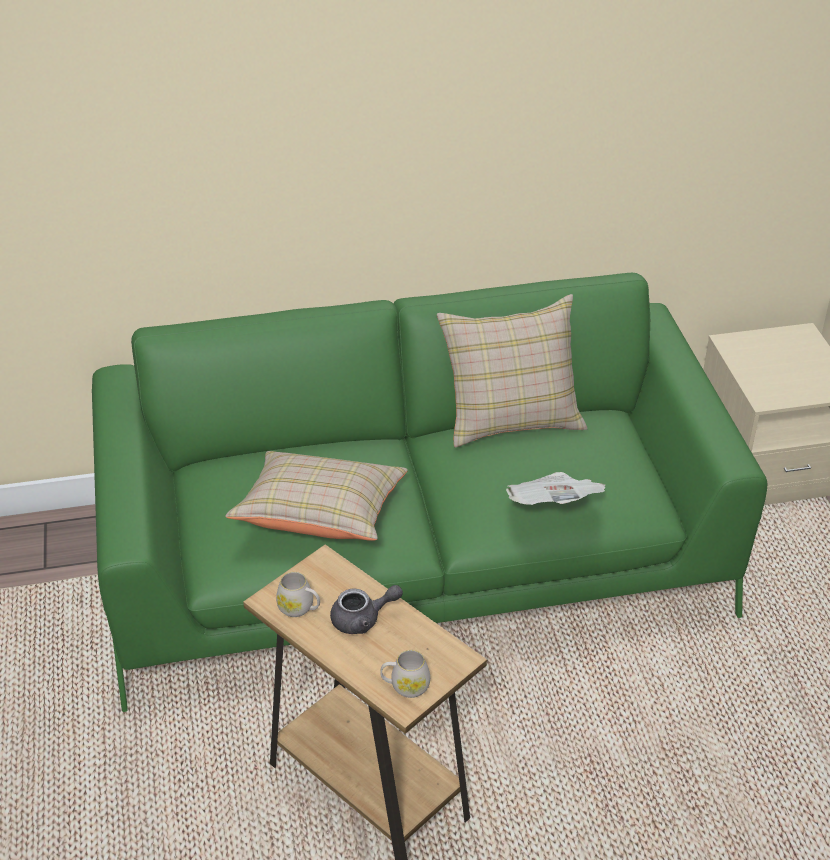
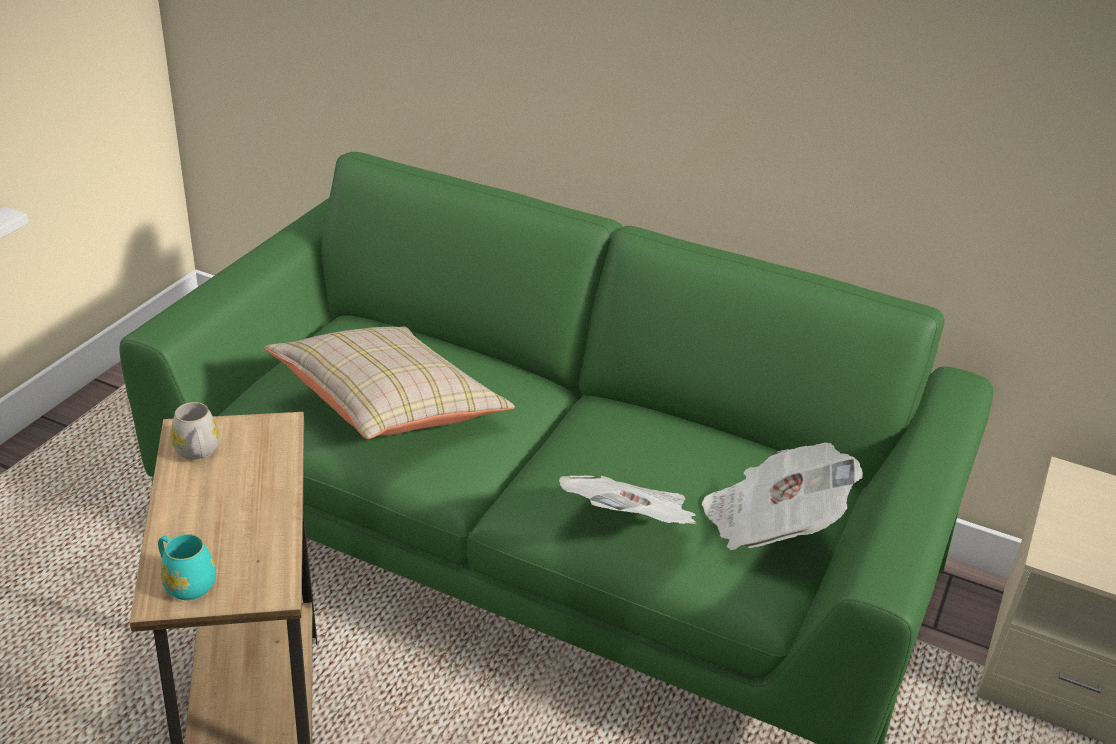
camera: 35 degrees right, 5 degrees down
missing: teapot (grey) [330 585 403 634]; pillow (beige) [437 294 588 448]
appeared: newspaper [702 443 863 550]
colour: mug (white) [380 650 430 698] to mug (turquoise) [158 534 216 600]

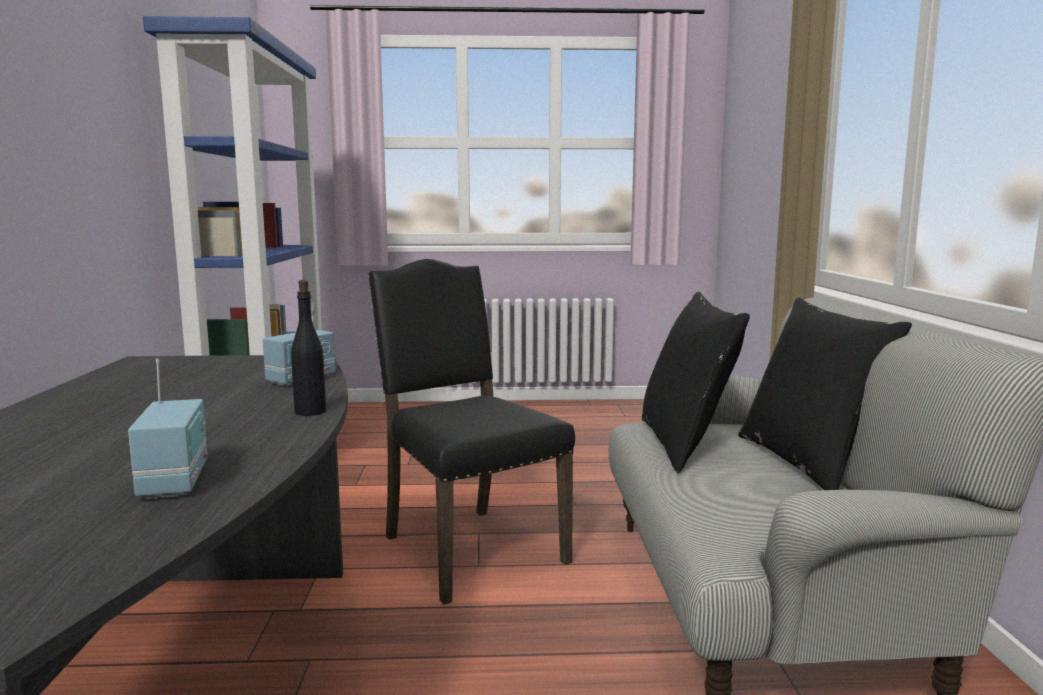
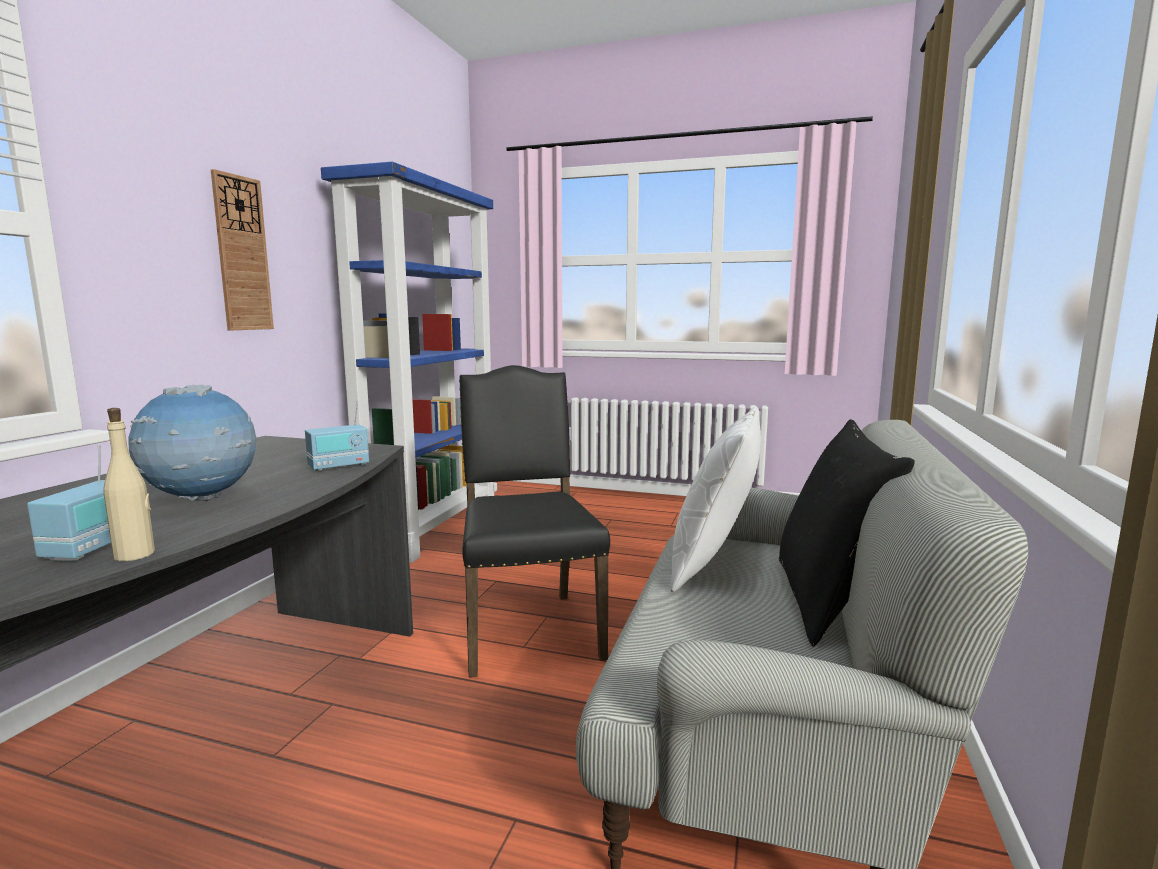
camera: 20 degrees right, 0 degrees up
missing: bottle (black) [291 280 326 416]
appeared: bottle (beige) [103 408 155 561]; globe [128 385 256 501]; wall clock [211 169 274 330]
colour: pillow (black) [642 292 750 473] to pillow (white) [670 407 761 592]

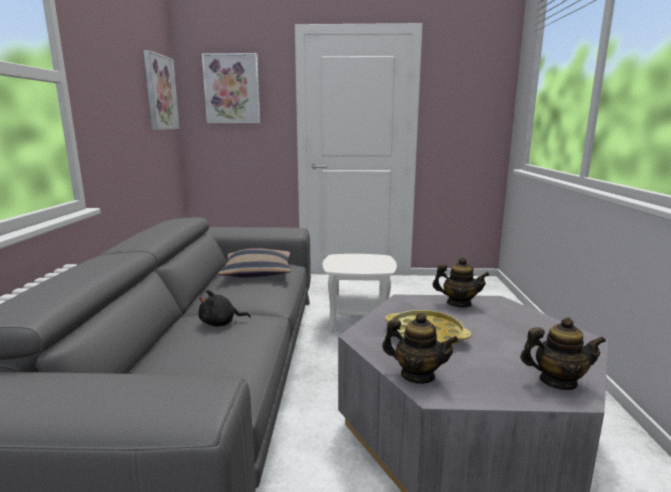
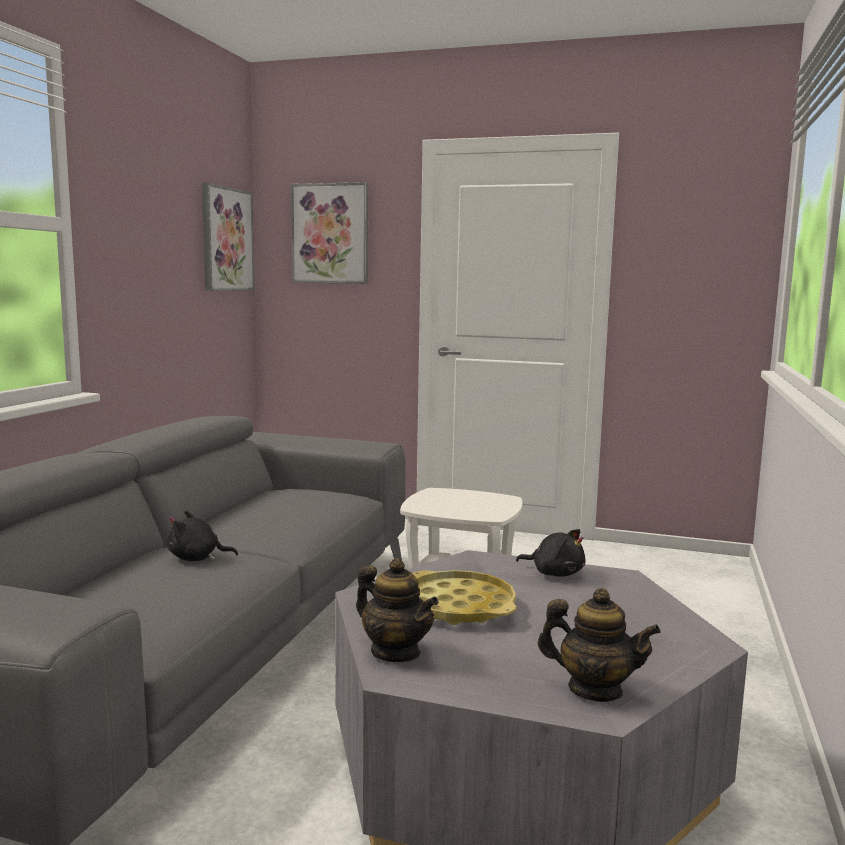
camera: 15 degrees right, 5 degrees down
missing: pillow [218 248 291 278]
exchanged: teapot [432 257 490 307] to plush toy (black) [516 529 585 577]

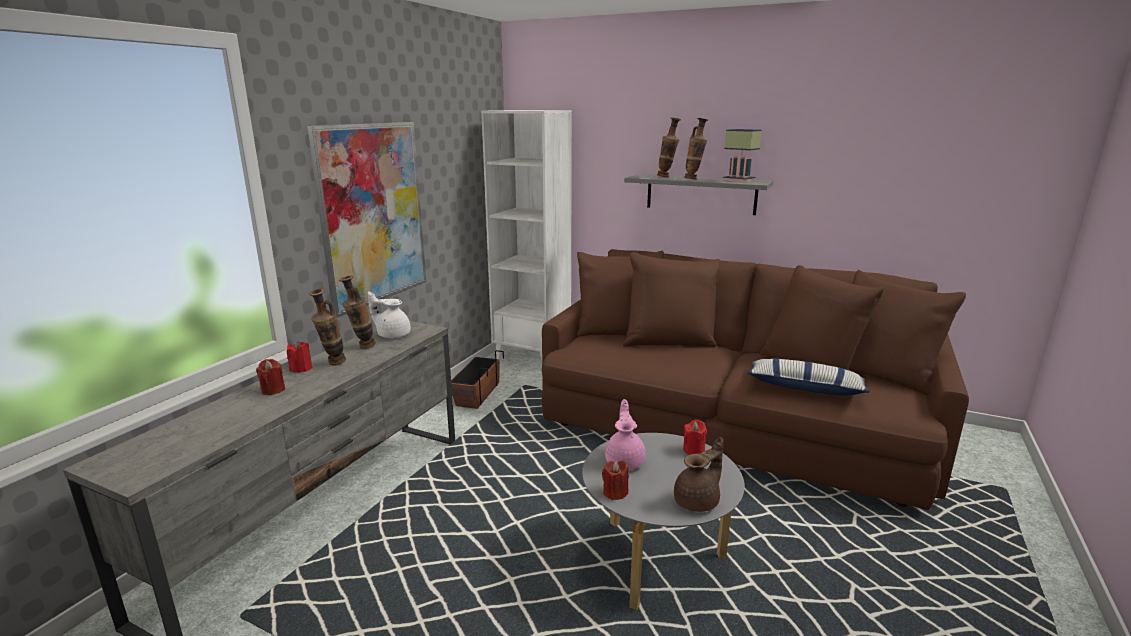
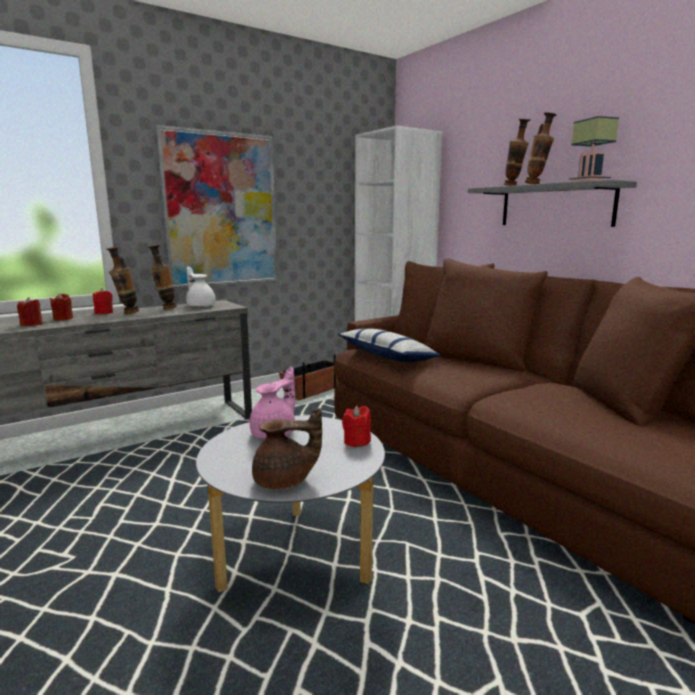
camera: 30 degrees right, 5 degrees down
relocated: candle (red) [602 460 629 500] to [17 297 43 326]; pillow [747 359 870 395] to [337 328 441 362]

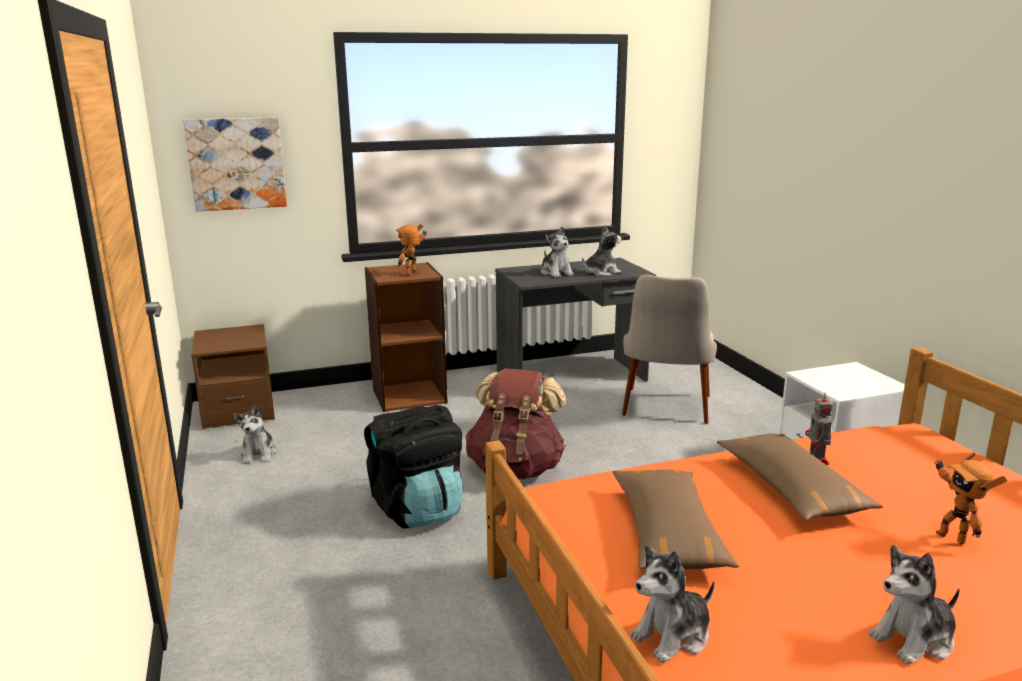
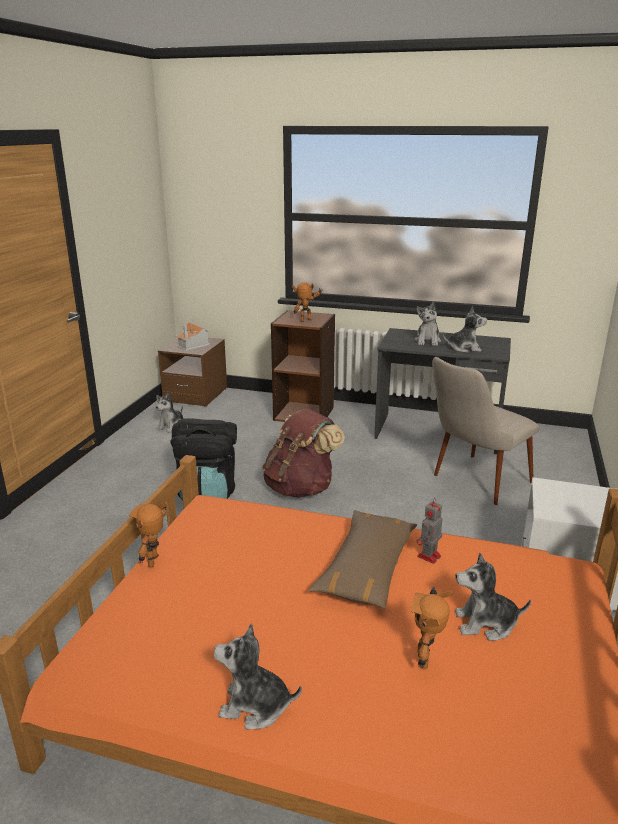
camera: 35 degrees right, 5 degrees up
missing: picture [183 117 287 212]; pillow (brown) [613 469 739 570]
appeared: toy robot [129 501 168 567]; toy house [176 322 211 351]
relocated: plush toy [630 545 715 663] to [455 553 531 641]

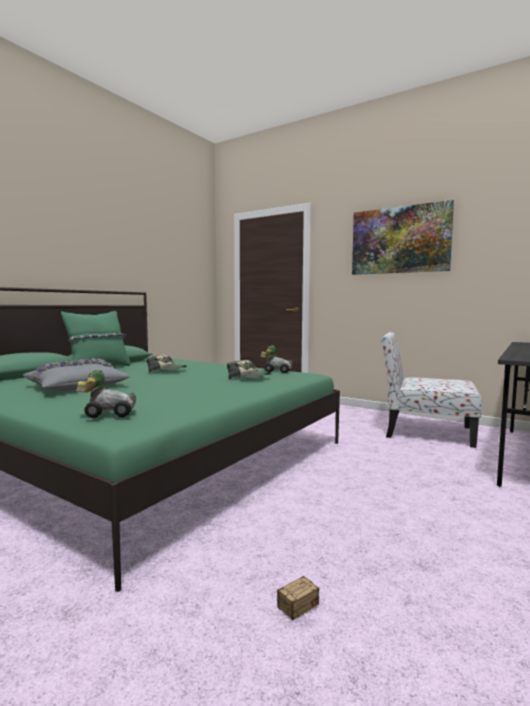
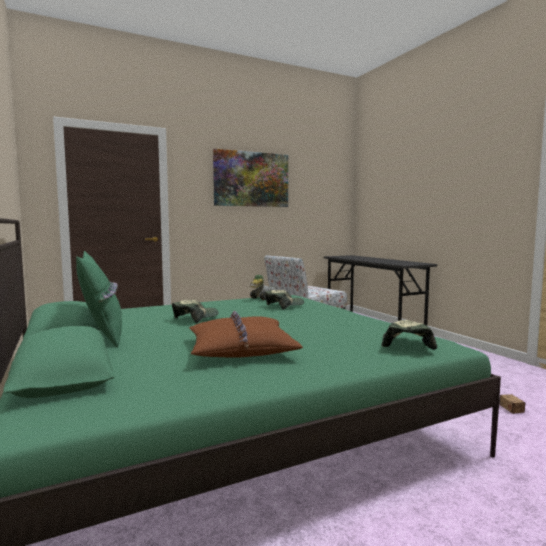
camera: 60 degrees left, 0 degrees up
exchanged: toy car [76 370 136 418] to cap [381 320 437 350]
colour: pillow (grey) [22 359 129 391] to pillow (brown) [189 311 303 358]

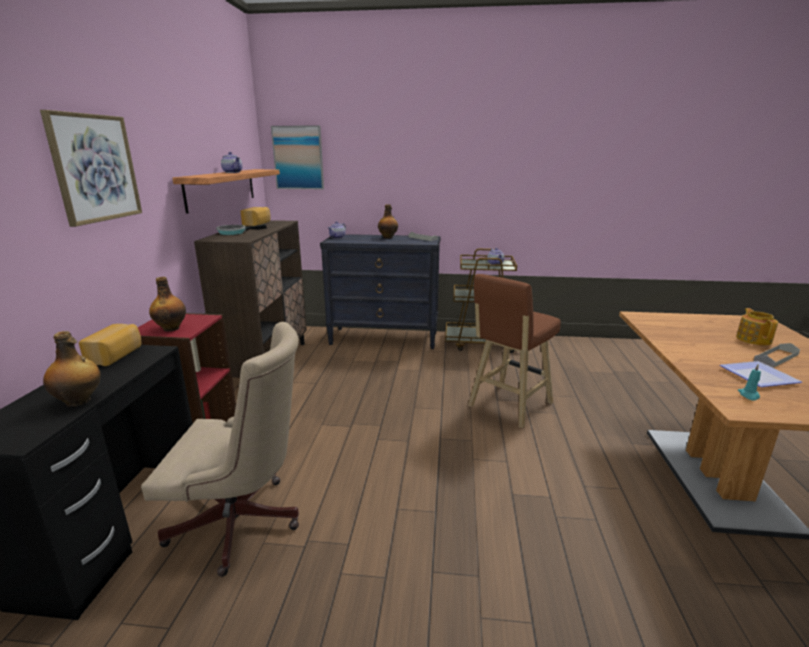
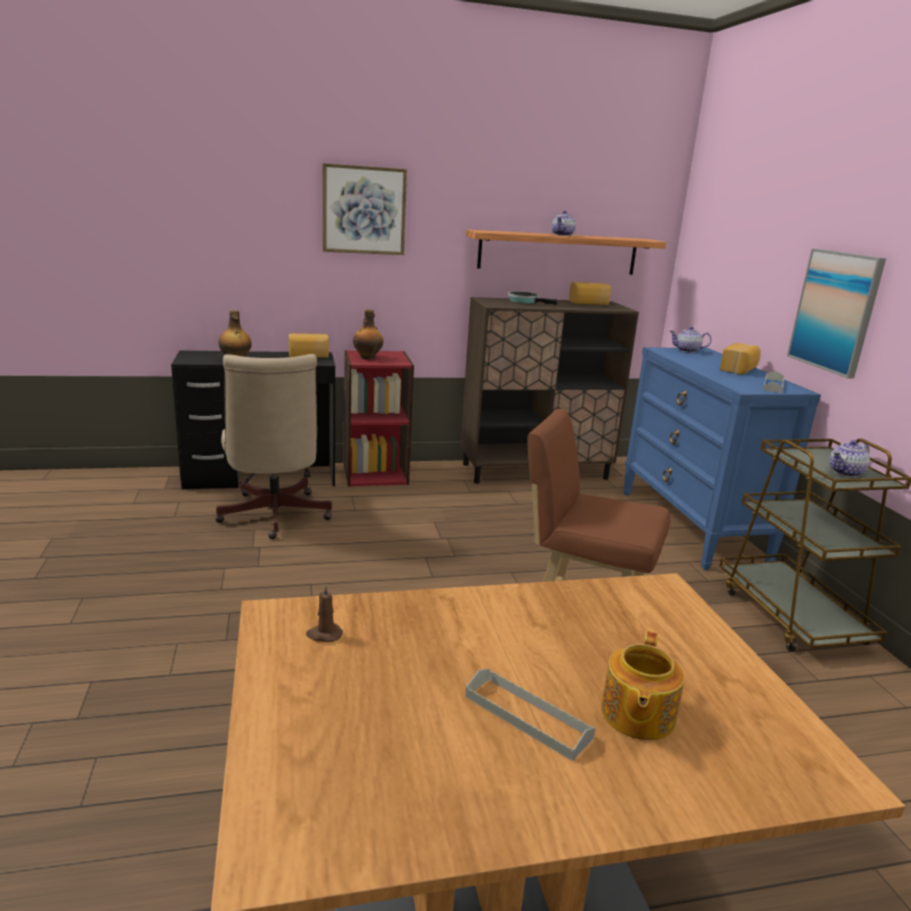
camera: 70 degrees right, 0 degrees up
missing: plate [720 361 802 387]
relocated: picture [271 125 324 189] to [787 249 886 378]
exchanged: bottle [378 204 398 239] to bread [720 343 761 374]
colour: candle (turquoise) [738 365 761 401] to candle (brown) [306 583 343 642]; dresser (black) [320 234 441 349] to dresser (blue) [623 347 821 570]
spun: teapot [736 308 778 345] = [601 631 684 740] 120 degrees clockwise

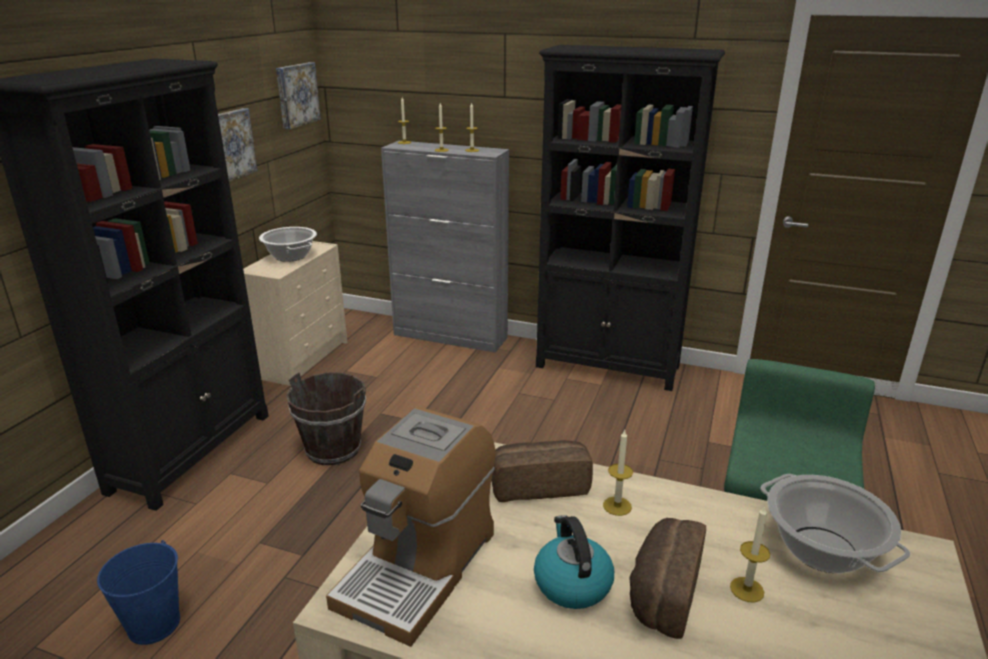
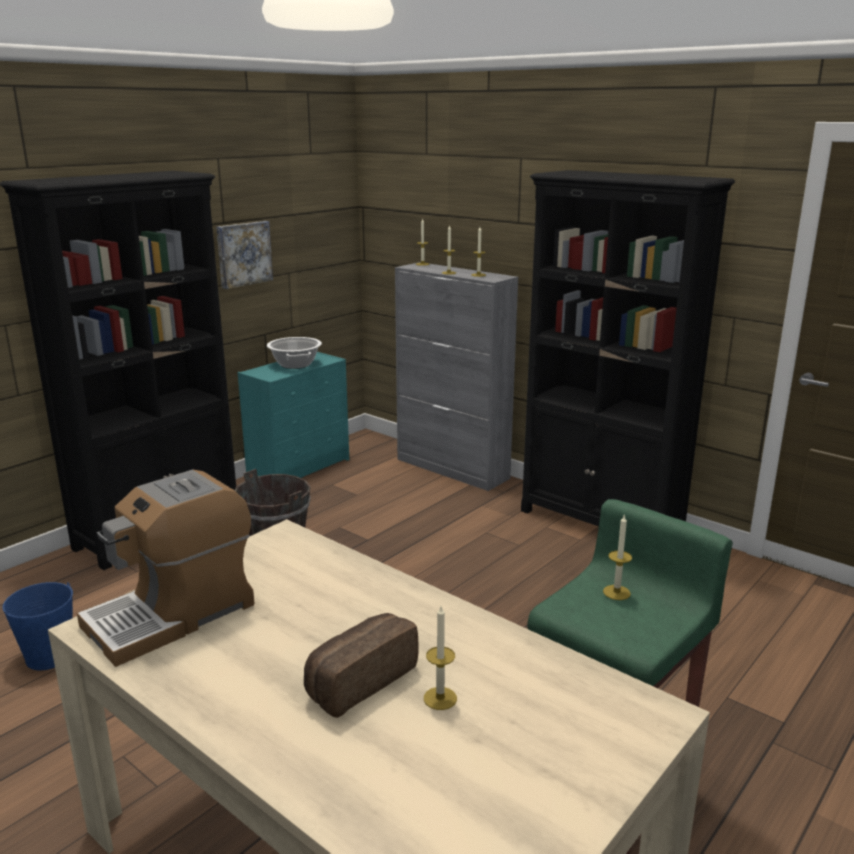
camera: 20 degrees right, 5 degrees down
missing: picture [276 62 321 129]; bread [491 440 593 502]; kettle [534 515 614 609]; cooking pot [760 474 910 573]
relocated: candle [603 430 633 516] to [603 514 632 600]
colour: dresser (beige) [243 241 347 386] to dresser (turquoise) [237 352 349 478]

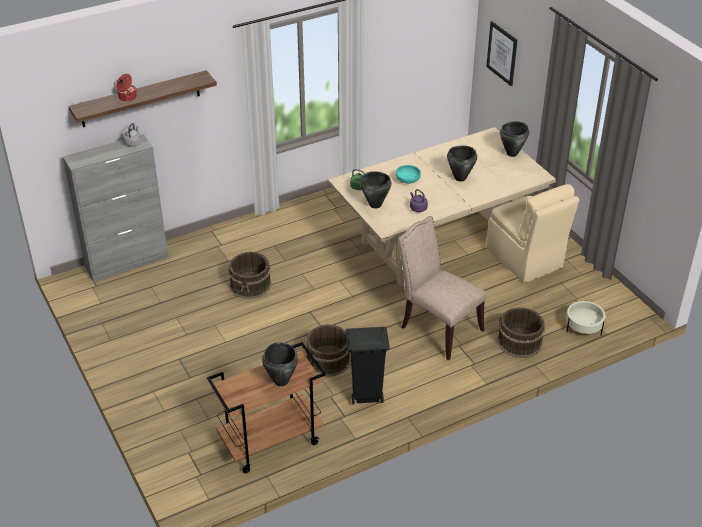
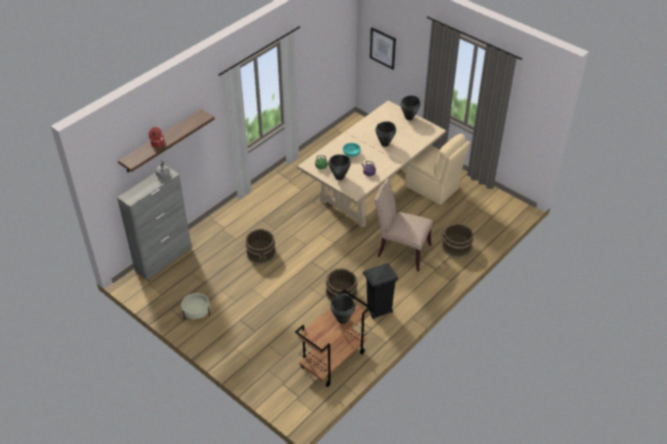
camera: 20 degrees left, 5 degrees up
relocated: planter (beige) [566 301 606 336] to [181 293 210 320]

